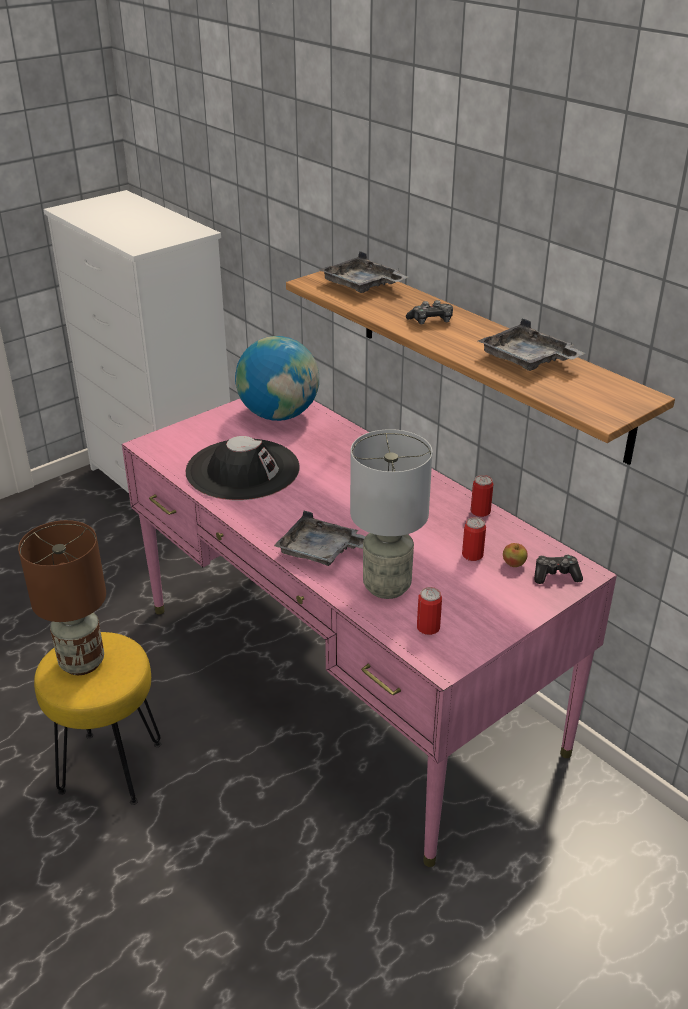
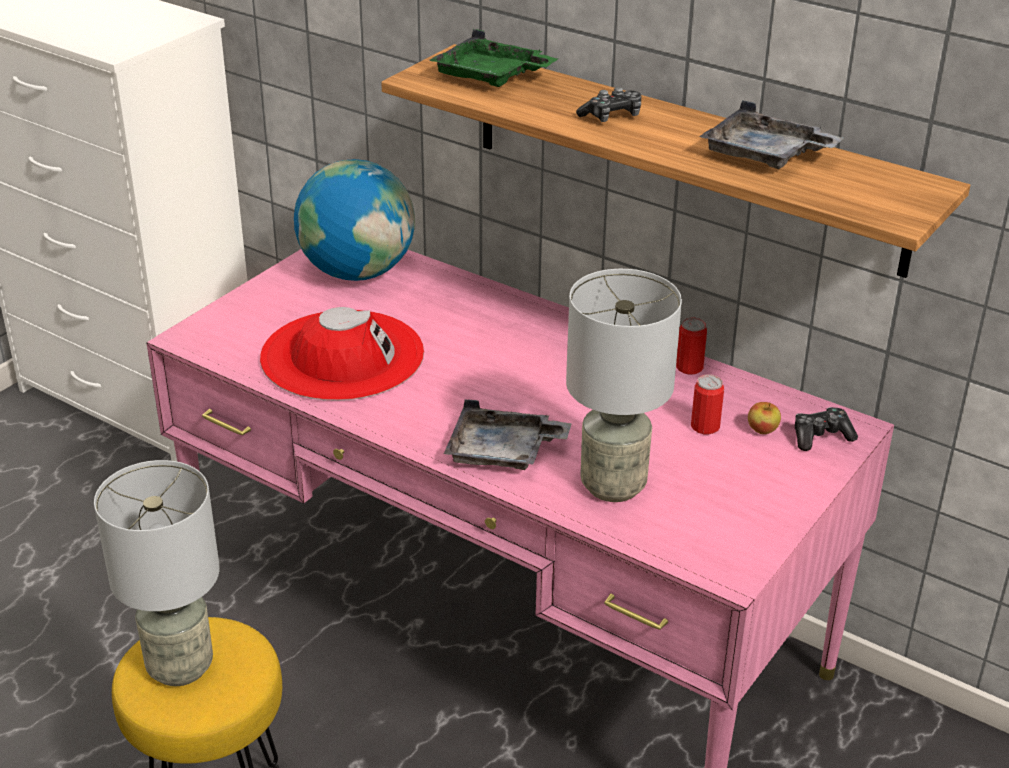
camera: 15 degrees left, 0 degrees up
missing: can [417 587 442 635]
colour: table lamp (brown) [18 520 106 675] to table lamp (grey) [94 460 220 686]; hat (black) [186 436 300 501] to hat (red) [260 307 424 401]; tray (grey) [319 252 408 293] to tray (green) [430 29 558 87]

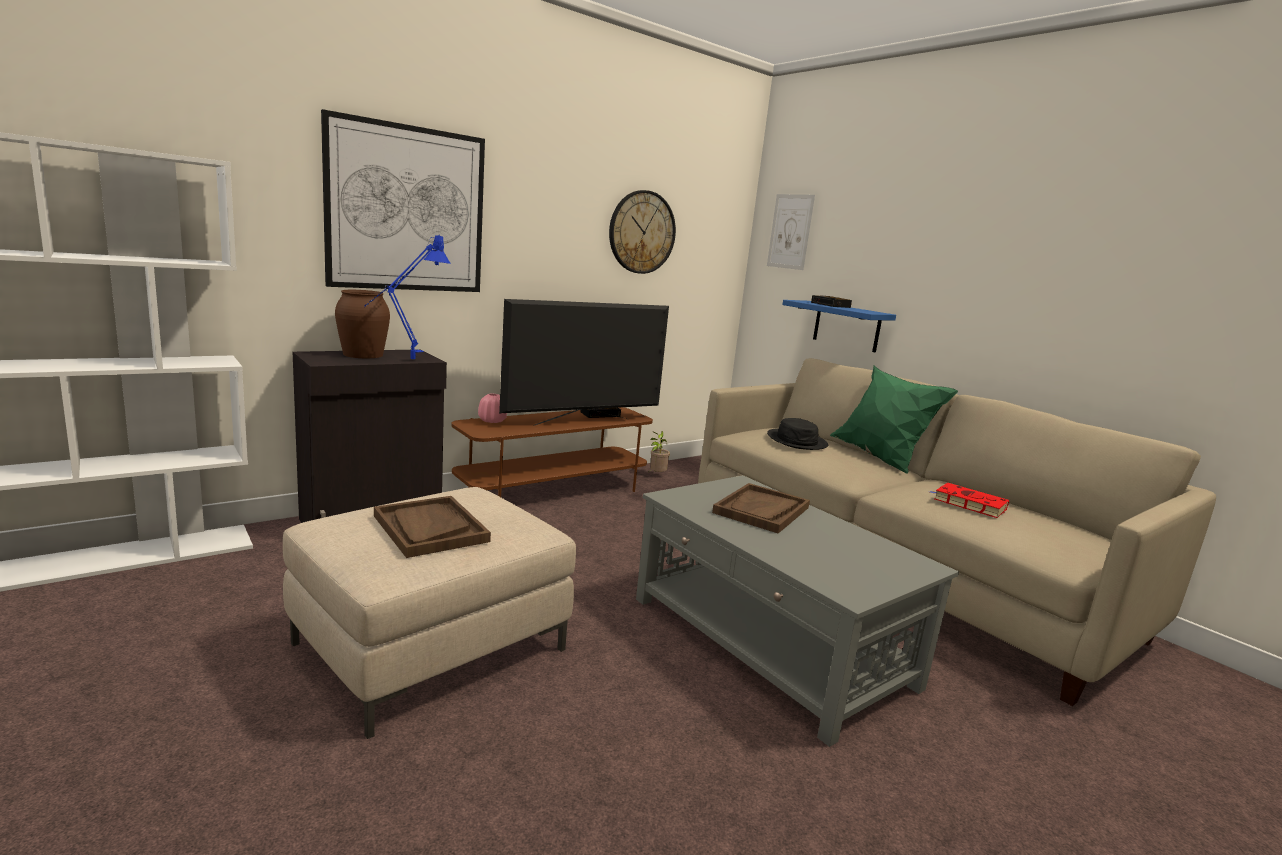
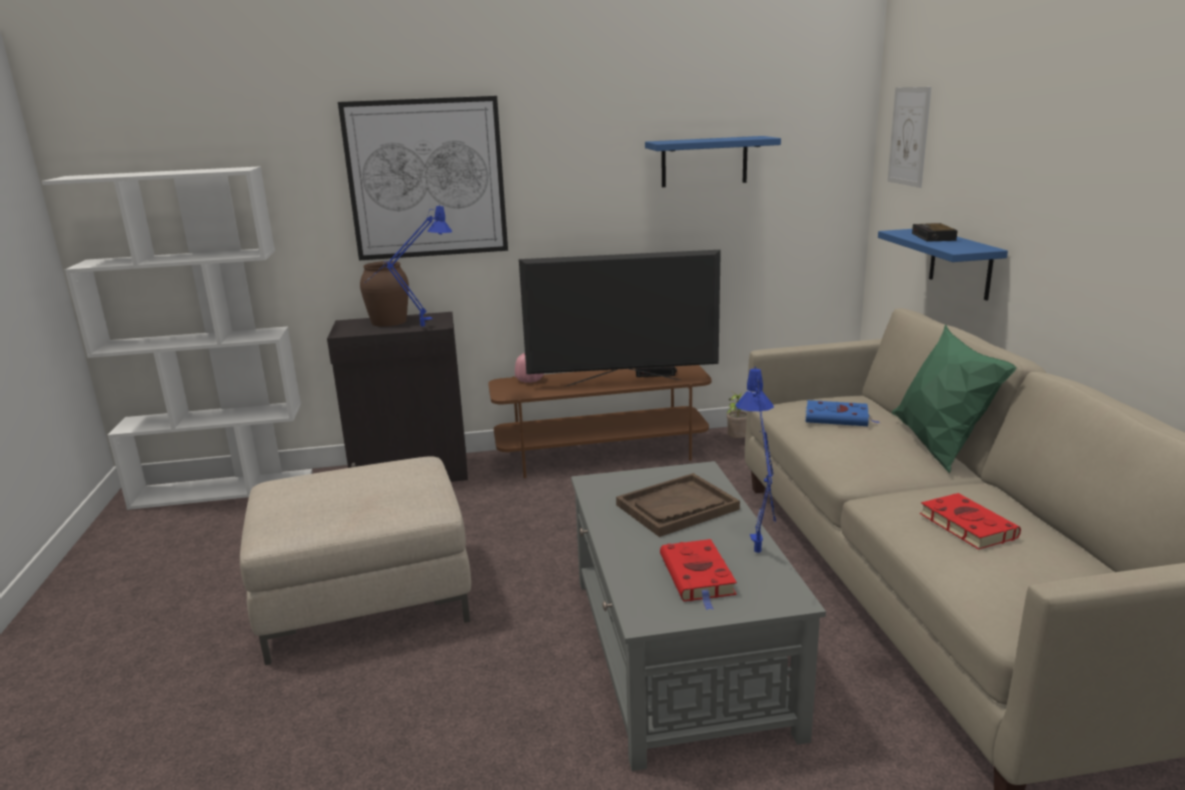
camera: 30 degrees right, 5 degrees up
missing: tray (brown) [374 496 491 558]
appeared: book (red) [660 539 737 610]; table lamp (blue) [735 366 776 553]
exchanged: wall clock [609 190 676 274] to shelf (blue) [645 136 781 187]; hat (black) [767 418 828 450] to book (blue) [805 400 880 426]

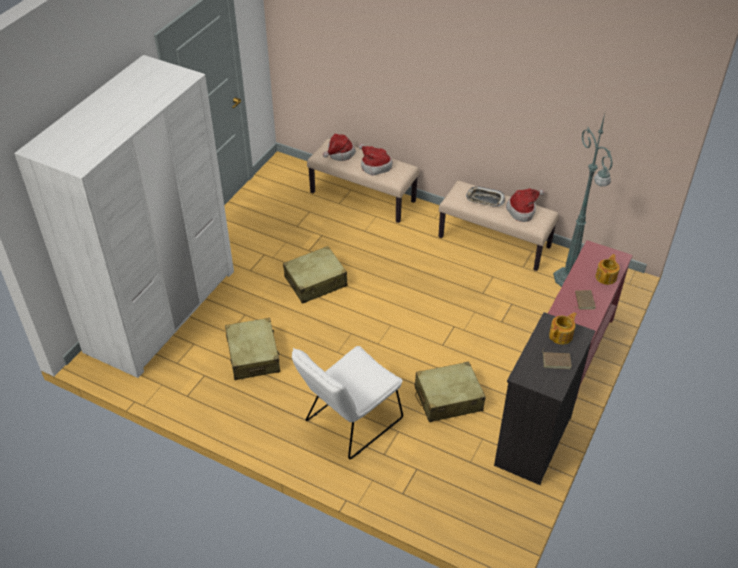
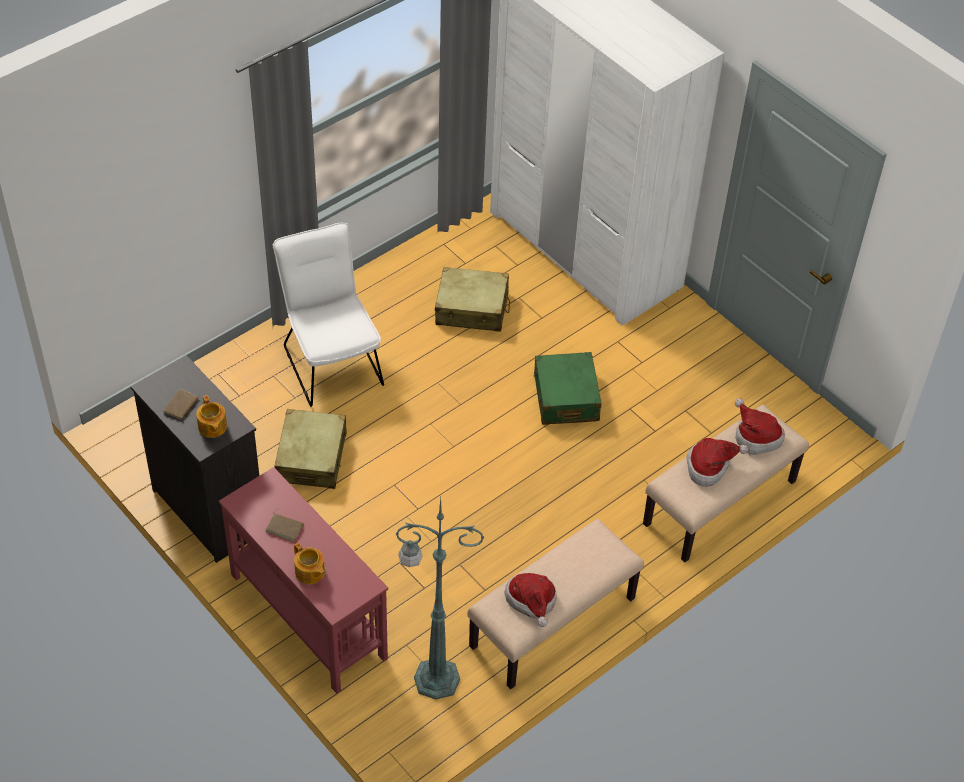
camera: 110 degrees right, 5 degrees up
missing: tray [466 186 505 207]
colour: suitcase (beige) [283 246 348 304] to suitcase (green) [534 352 602 425]

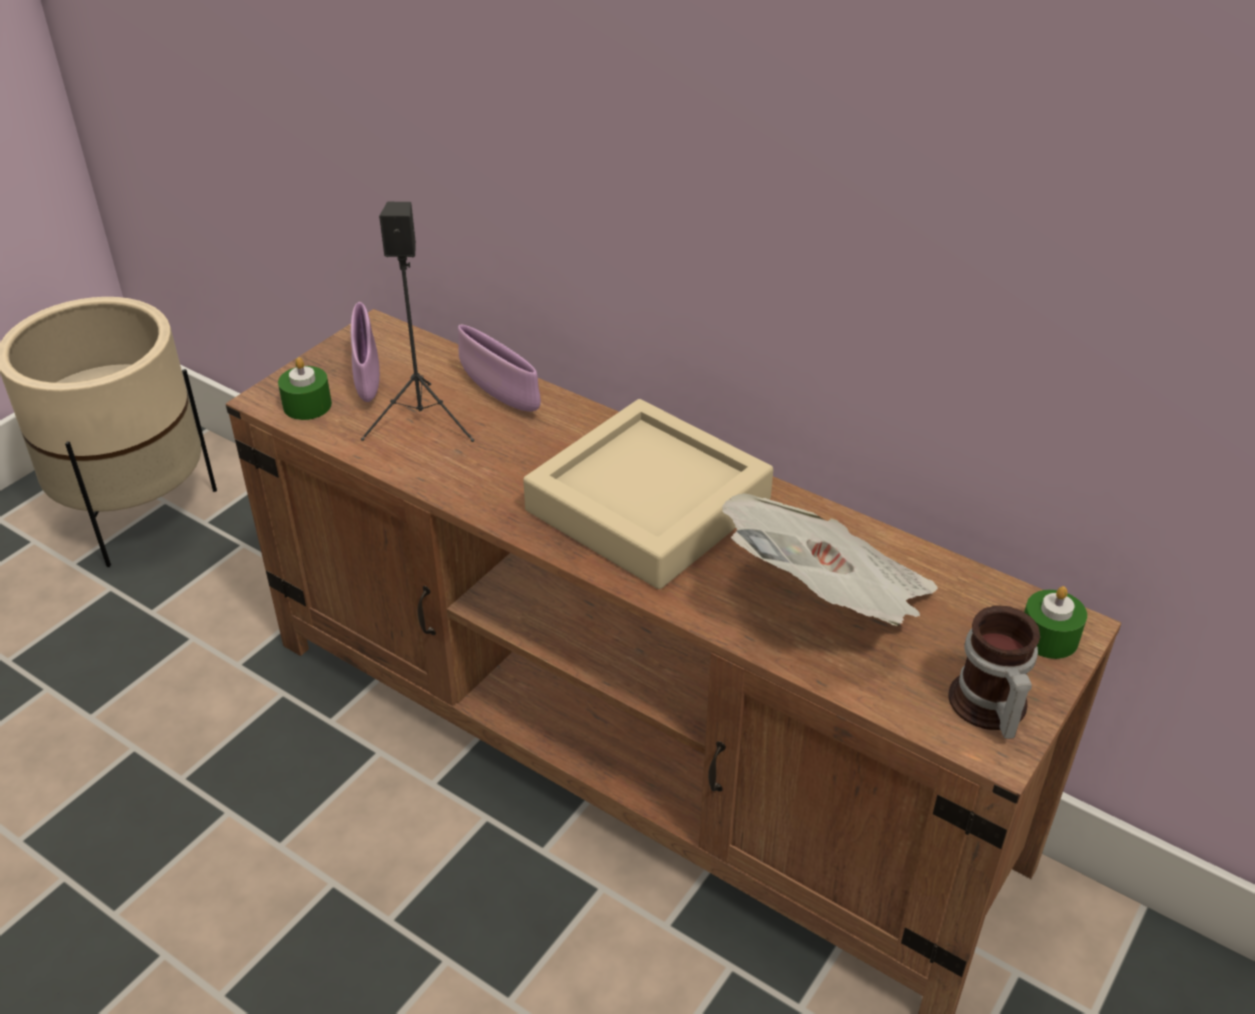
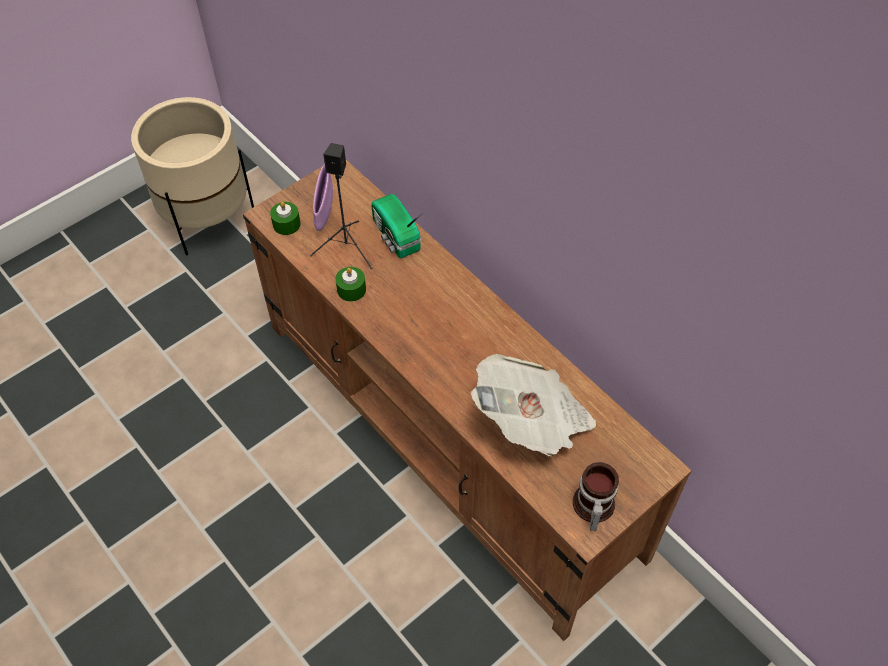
camera: 15 degrees right, 15 degrees up
missing: tray (beige) [523 399 773 589]
relocated: candle (green) [1024 586 1087 659] to [335 267 366 302]
exchanged: bowl (purple) [458 324 541 412] to radio [371 194 422 258]

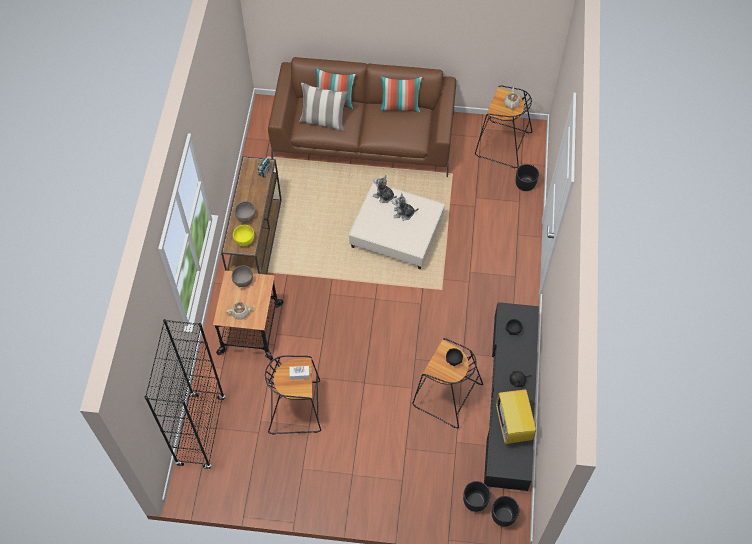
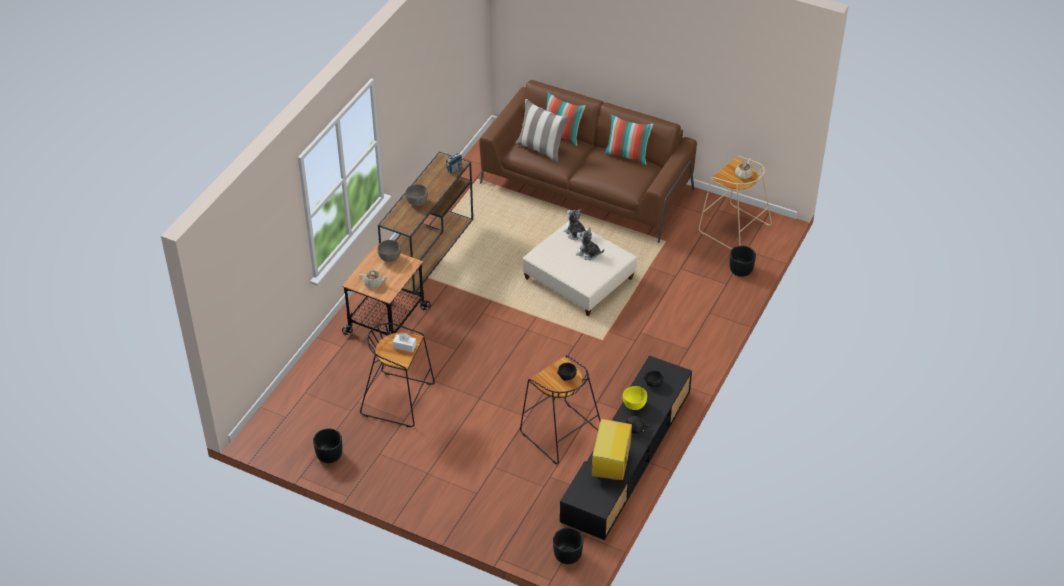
camera: 20 degrees right, 15 degrees down
missing: bookcase (black) [145 319 225 469]
relocated: planter (black) [463 481 491 512] to [313 428 342 463]; bowl (yellow) [233 225 255 246] to [623 386 647 410]
colour: stool (black) [475 85 532 168] to stool (beige) [698 156 772 250]

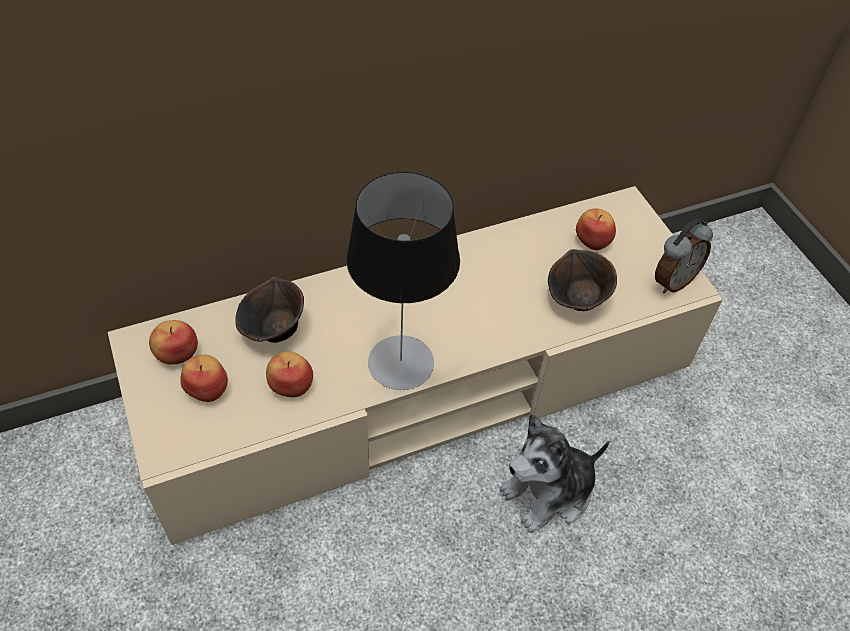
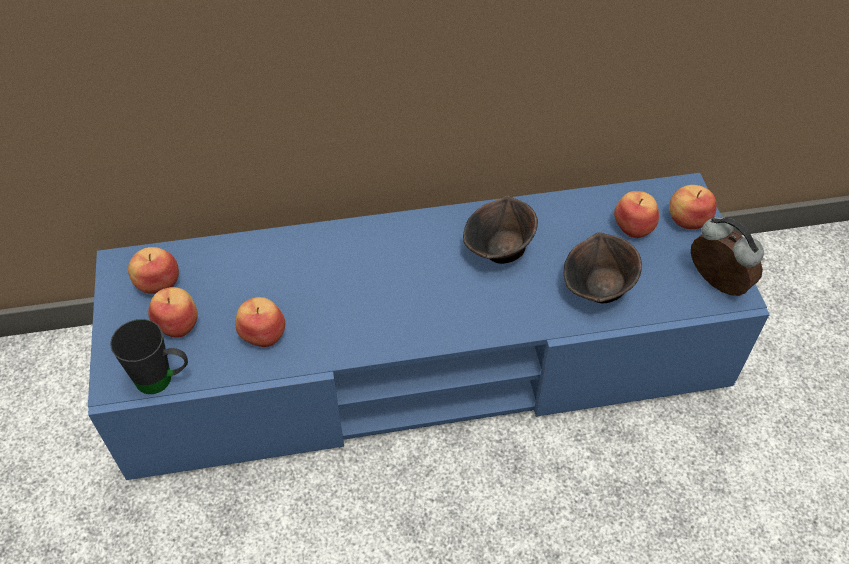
camera: 15 degrees right, 0 degrees up
missing: table lamp [347 172 460 390]; plush toy [500 413 609 533]
appeared: mug (black) [110 319 188 394]; apple [669 185 717 229]
relocated: bowl (brown) [235 277 304 343] to [463 196 538 264]
colour: tv stand (beige) [108 186 723 545] to tv stand (blue) [88 173 770 480]
spun: alarm clock [655 219 713 293] = [691 217 764 296] 105 degrees counterclockwise

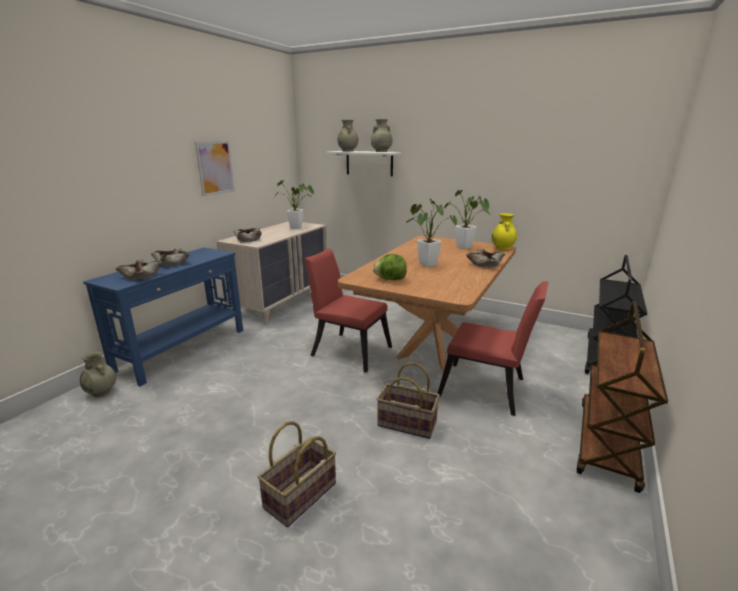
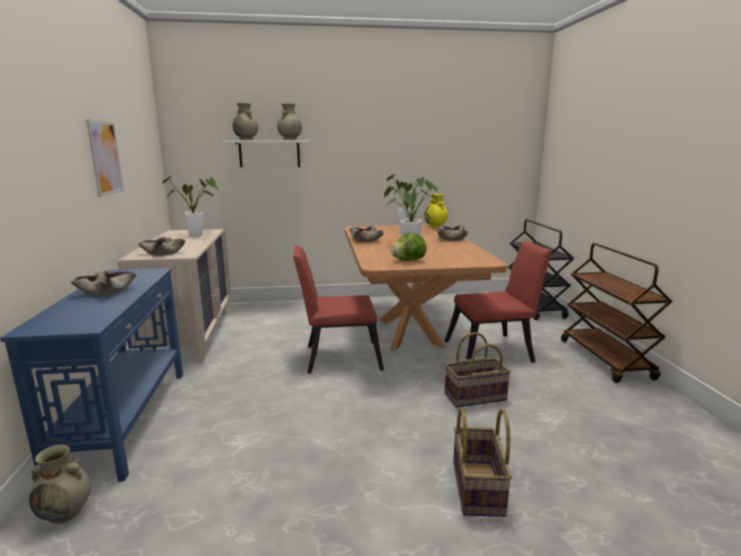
camera: 35 degrees left, 5 degrees down
relocated: bowl (beige) [115 259 163 280] to [350 226 384 242]

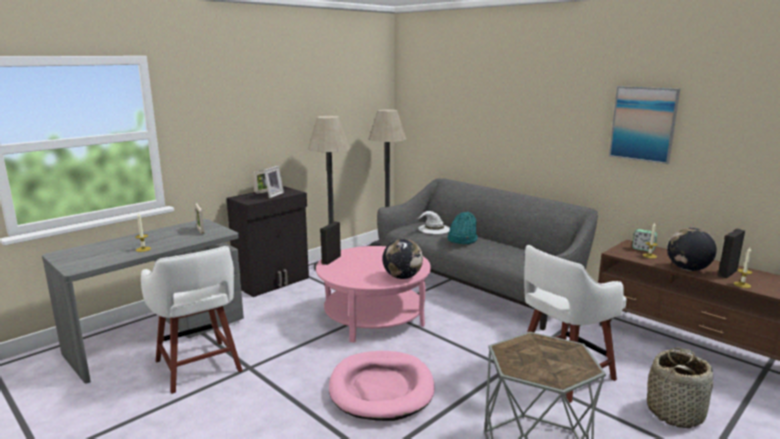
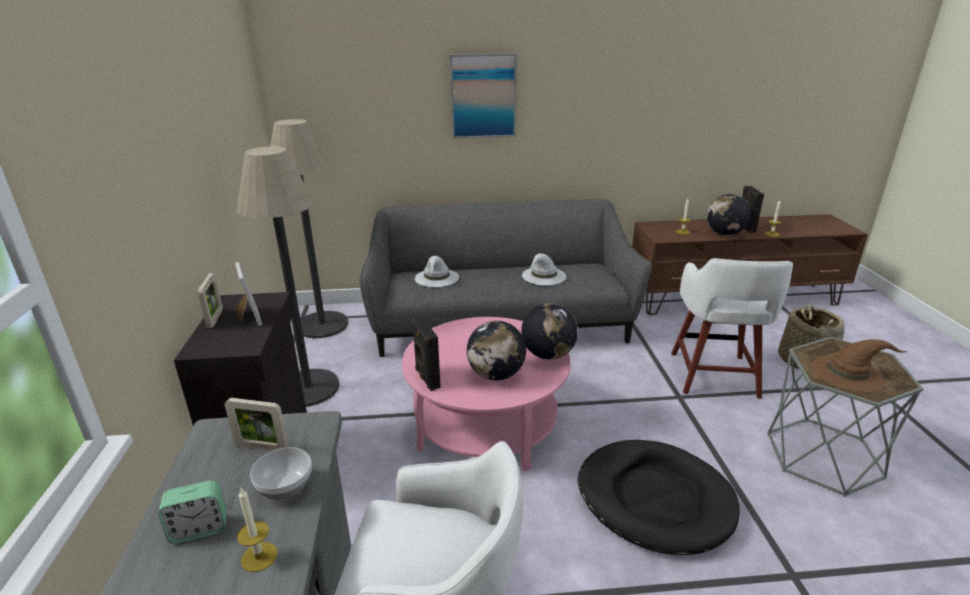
camera: 50 degrees left, 10 degrees up
missing: hat (turquoise) [447 212 478 244]
appeared: bowl [250 447 312 500]; globe [467 321 526 380]; hat (white) [522 253 566 285]; hat (brown) [812 339 908 392]
relocated: alarm clock [632 229 657 251] to [158 480 227 544]; picture [609 86 680 164] to [450 53 517 138]
colour: dog bed (pink) [329 351 435 421] to dog bed (black) [578 440 740 555]

